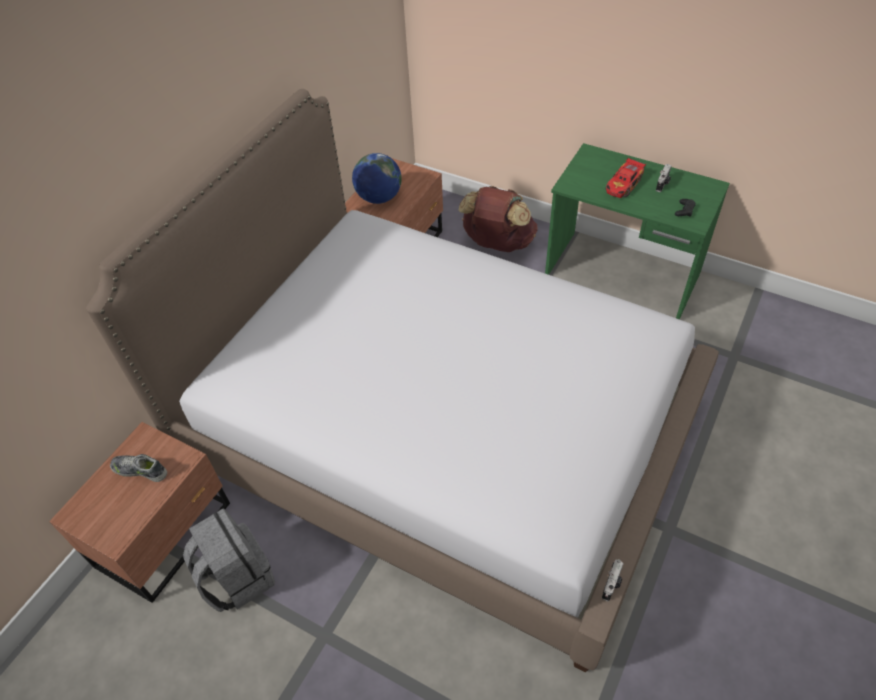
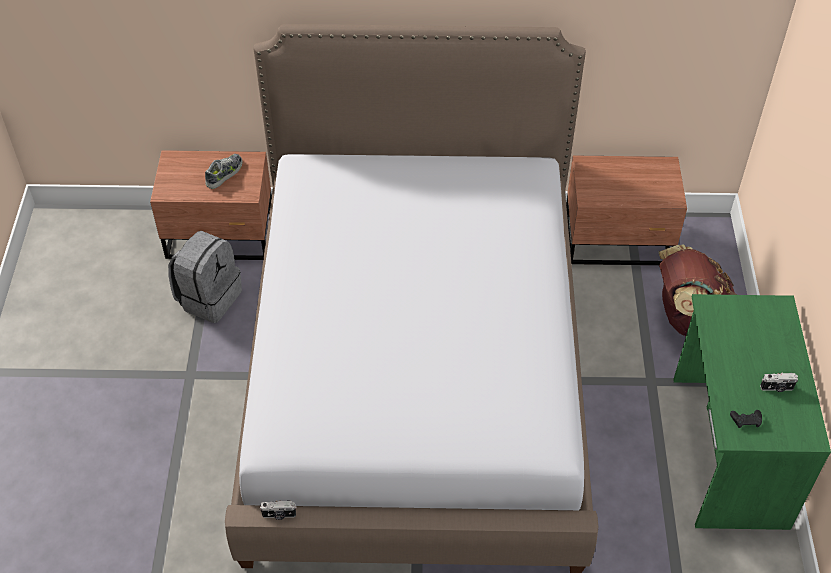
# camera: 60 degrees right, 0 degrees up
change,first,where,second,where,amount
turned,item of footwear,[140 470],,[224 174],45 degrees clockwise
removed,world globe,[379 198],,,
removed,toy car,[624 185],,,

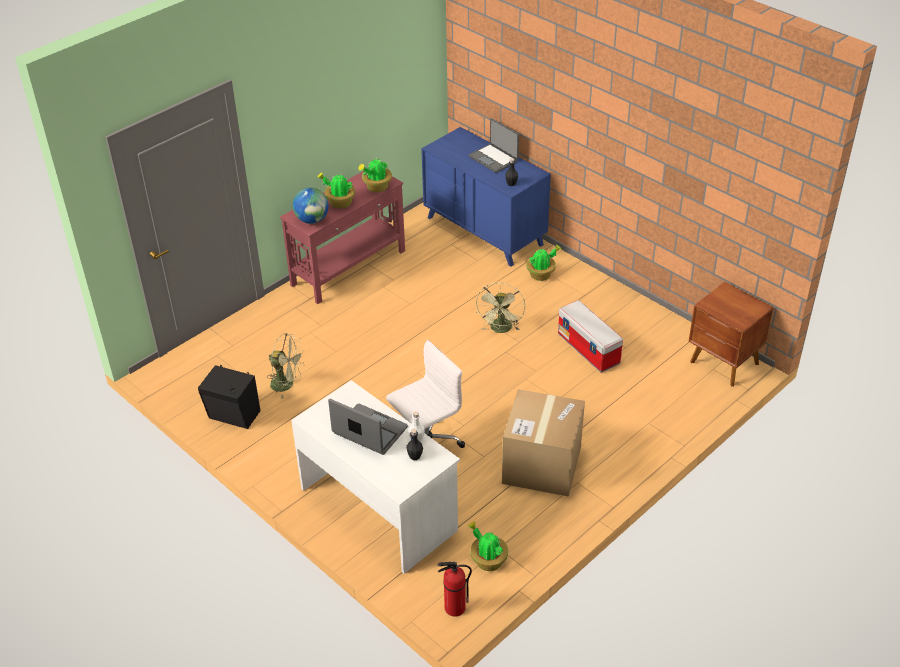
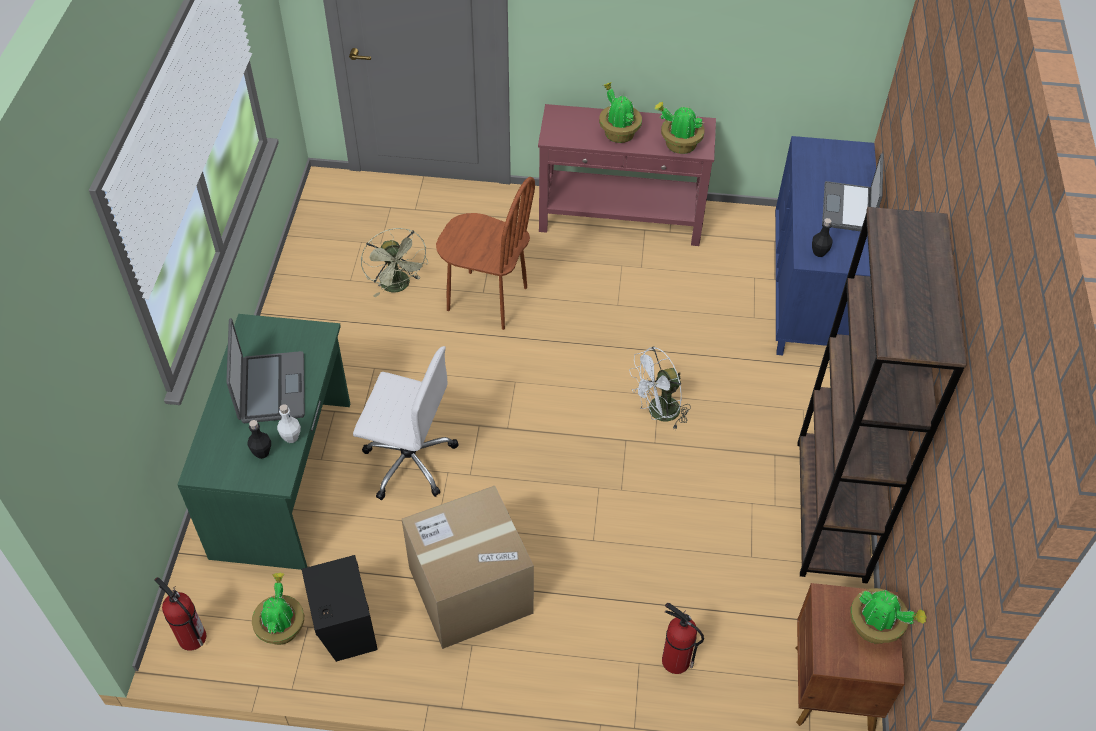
# camera: 50 degrees right, 10 degrees up
change,first,where,second,where,amount
recoloured,white desk,[379 508],greenish desk,[285 478],
moved,black speaker,[234 416],,[346 628],
added,,,brown-coloured upright chair,[487 299],
recoloured,greenish electric fan,[501 330],white electric fan,[658 413],
added,,,extinguisher,[674 660],
added,,,brown-coloured bookcase,[831 510],
moved,potted plant,[541 275],,[876 627],
removed,world globe,[312 220],,,
removed,storage box,[589 349],,,

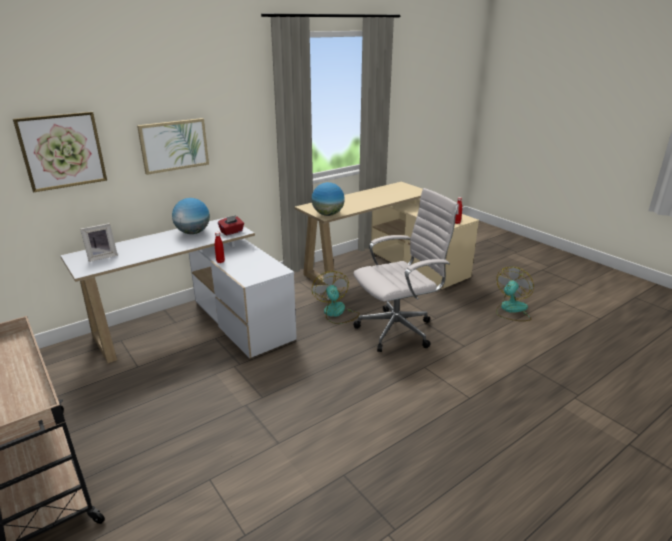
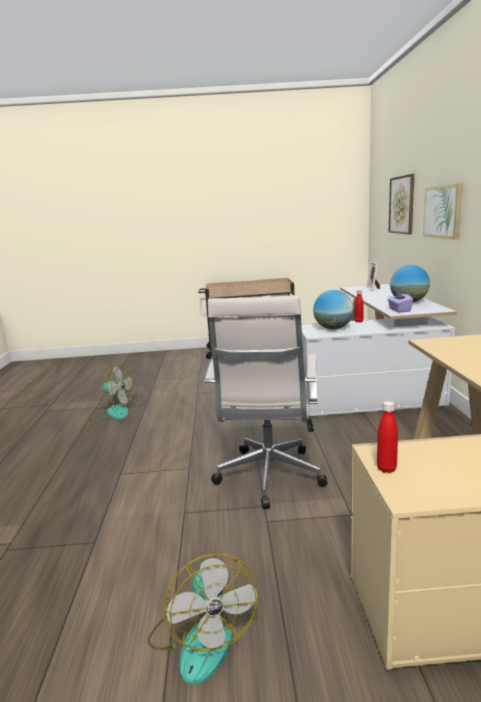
# camera: 125 degrees right, 10 degrees down
change,first,where,second,where,amount
moved,electric fan,[336 313],,[112 412],
moved,world globe,[328 214],,[333 328],
recoloured,red tissue holder,[232 232],purple tissue holder,[399 310],

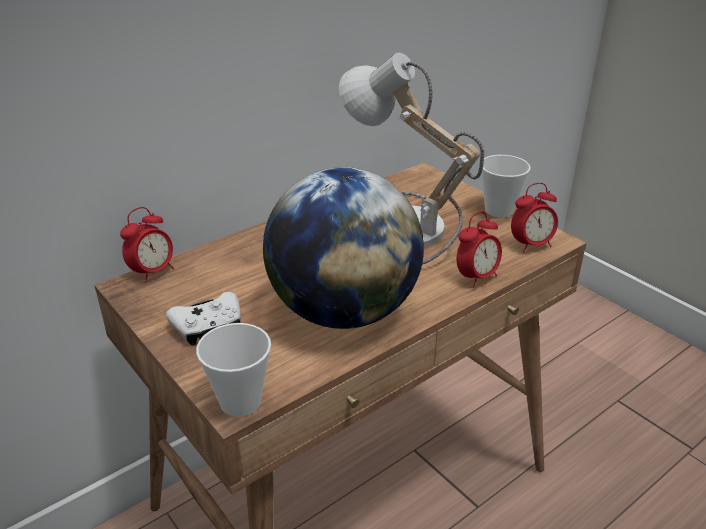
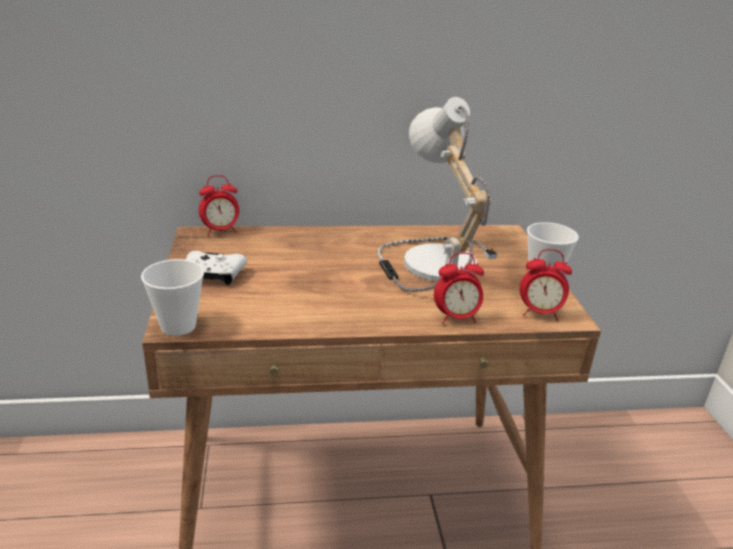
# camera: 30 degrees right, 5 degrees down
change,first,where,second,where,amount
removed,world globe,[343 312],,,

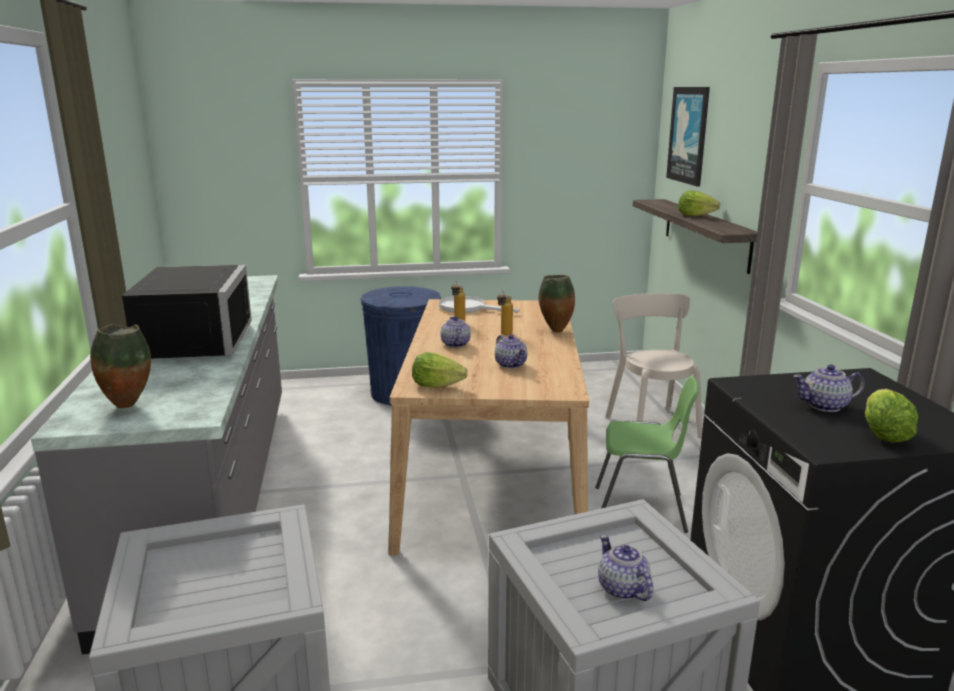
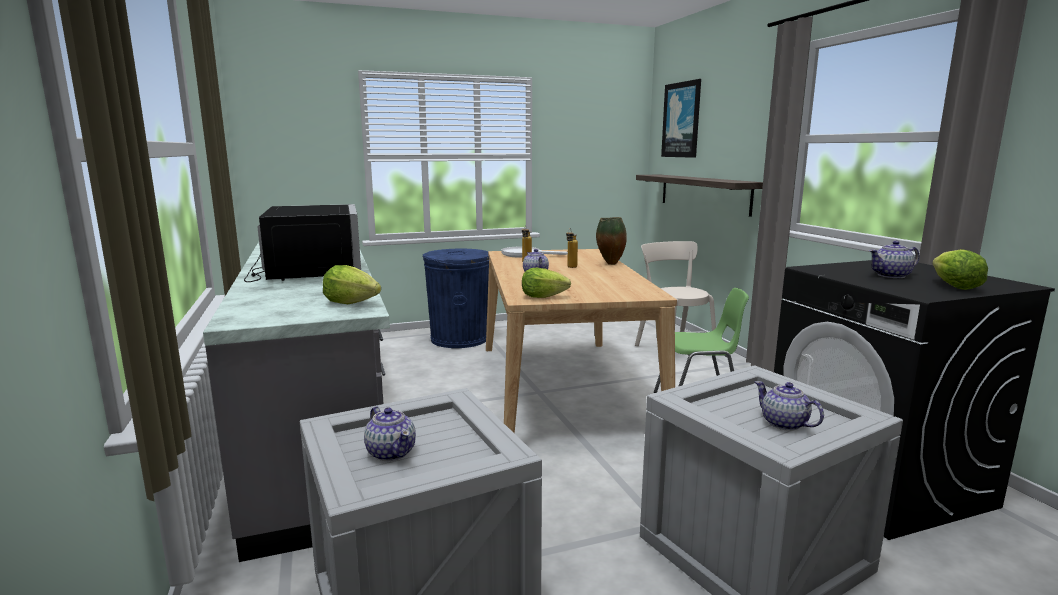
# camera: 10 degrees left, 5 degrees down
change,first,where,second,where,amount
moved,lettuce head,[695 216],,[351 303],
moved,pot for tea,[510 364],,[391 452],
removed,decorative vase,[128 405],,,

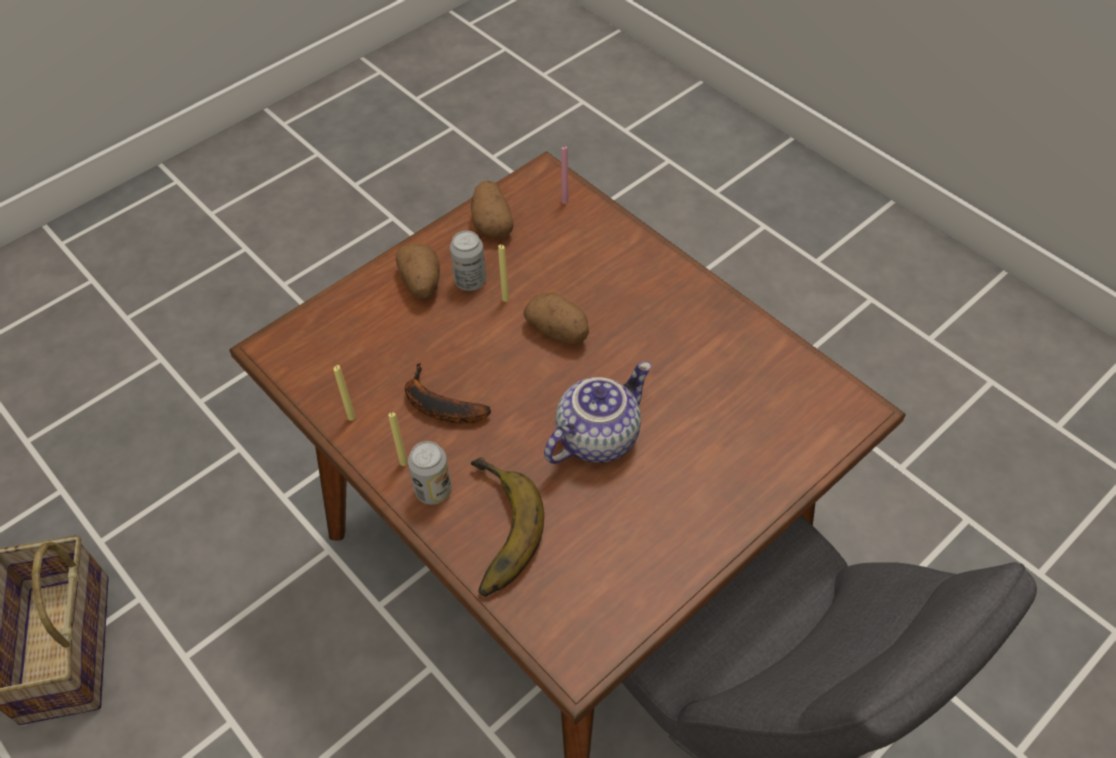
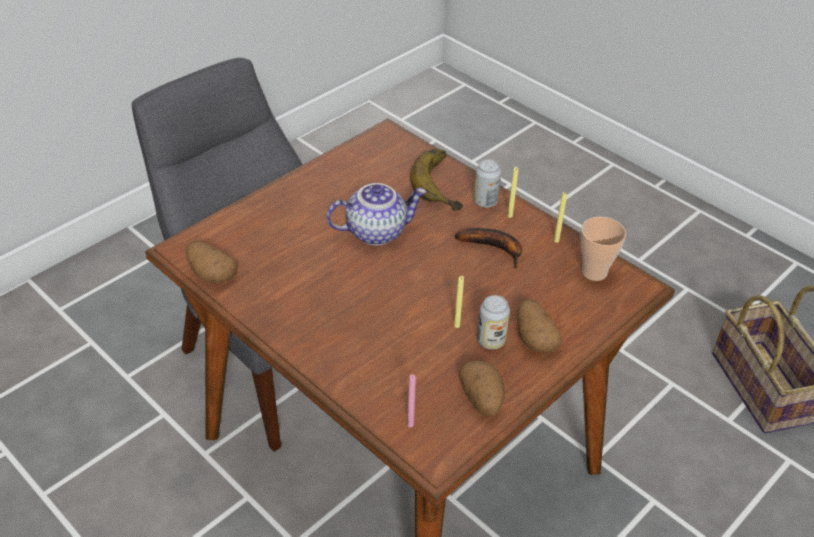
# camera: 175 degrees right, 10 degrees down
change,first,where,second,where,amount
moved,whole potato,[559 331],,[211 274],
turned,pot for tea,[596 436],,[376 231],150 degrees counterclockwise
added,,,cup,[594 272],

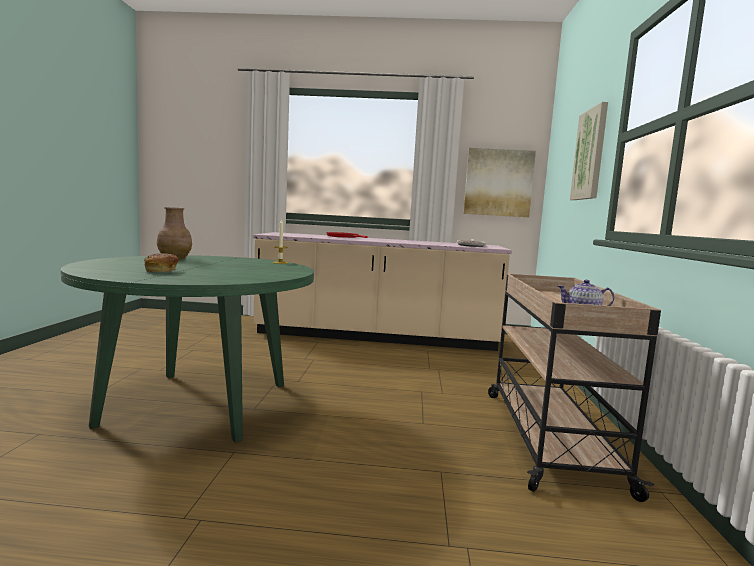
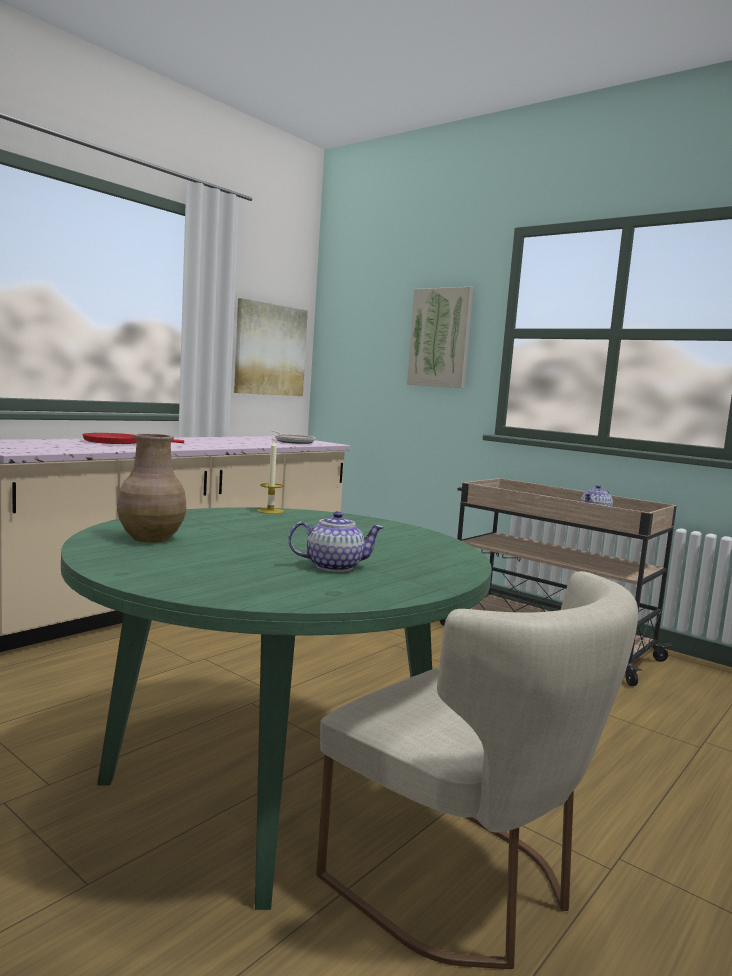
# camera: 55 degrees left, 0 degrees up
change,first,where,second,where,amount
replaced,bread,[161 271],pot for tea,[333 566],
added,,,sand-coloured upright chair,[464 887],

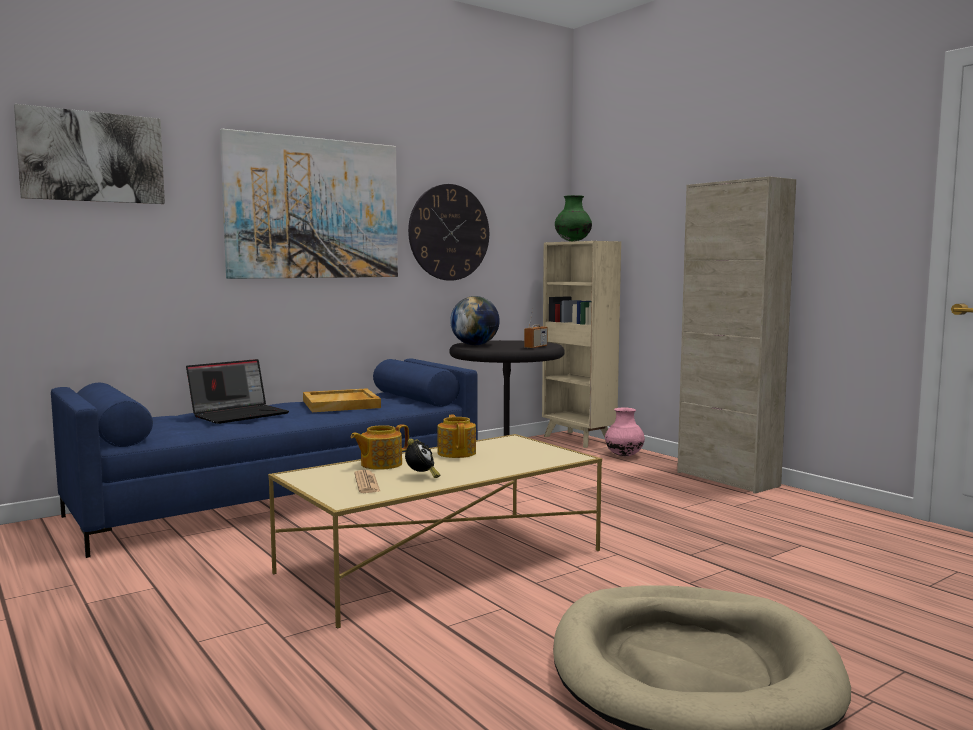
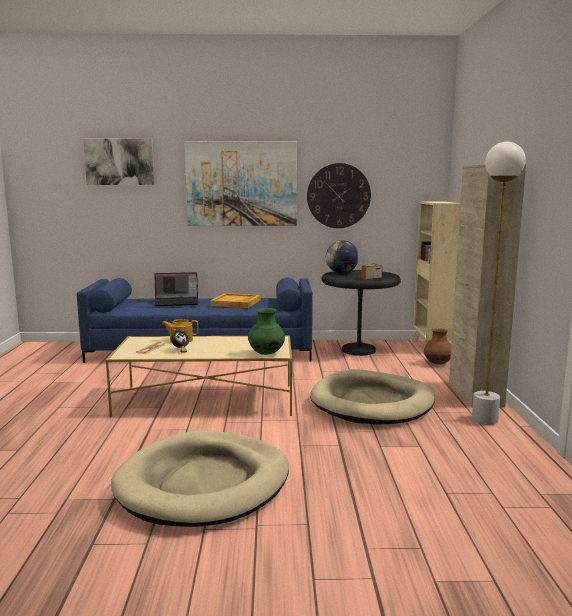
# camera: 35 degrees right, 5 degrees up
change,first,where,second,where,amount
moved,greenish decorative vase,[572 241],,[266 353],
added,,,sand-coloured pet bed,[372 403],
recoloured,pinkish decorative vase,[624 455],brown-coloured decorative vase,[438 363],
added,,,white floor lamp,[485 420],
removed,pot for tea,[457 453],,,

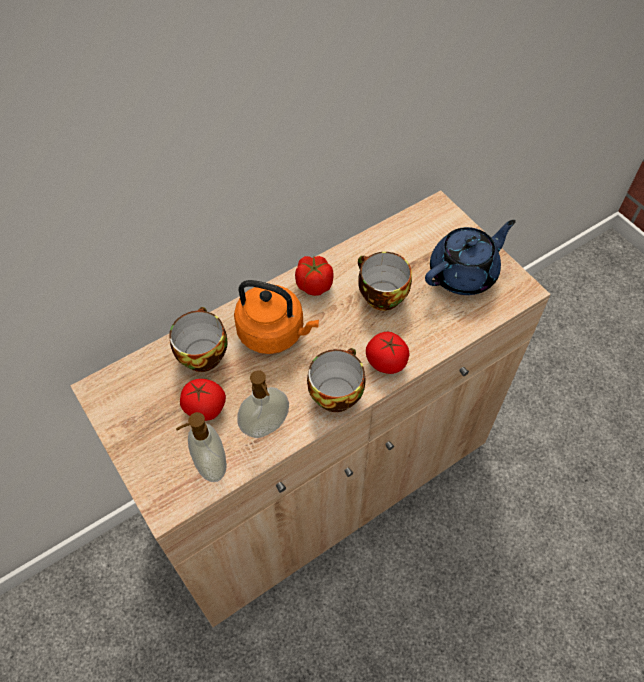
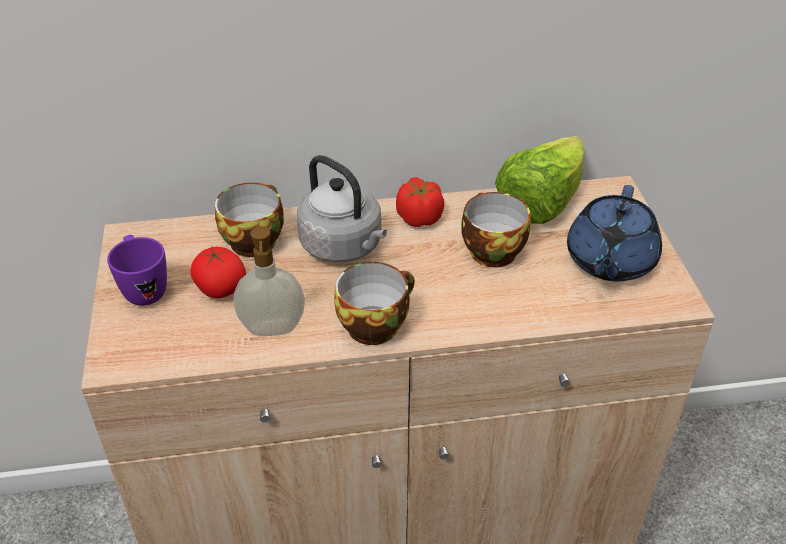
# camera: 25 degrees right, 15 degrees down
change,first,where,second,where,amount
added,,,purple mug,[143 289],
recoloured,orange-coloured kettle,[274 333],greyish kettle,[344 247],
added,,,lettuce head,[540 203],
turned,blue pot for tea,[464 273],,[609 261],120 degrees clockwise
removed,soap bottle,[210 465],,,
removed,whole tomato,[386 362],,,

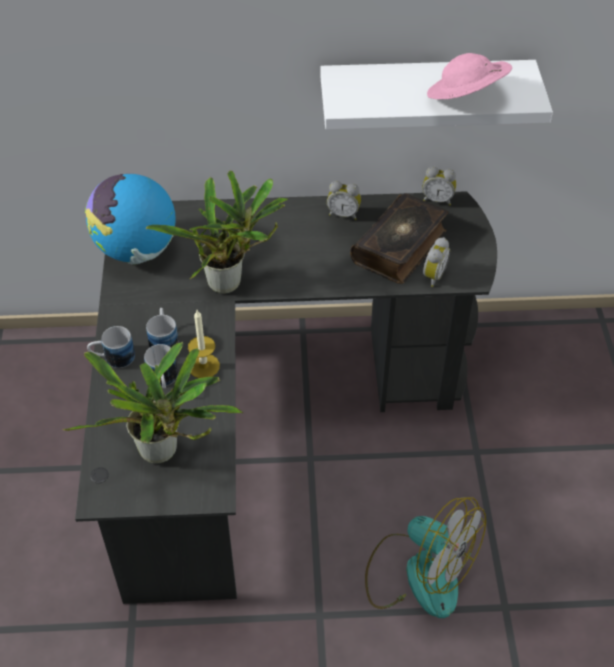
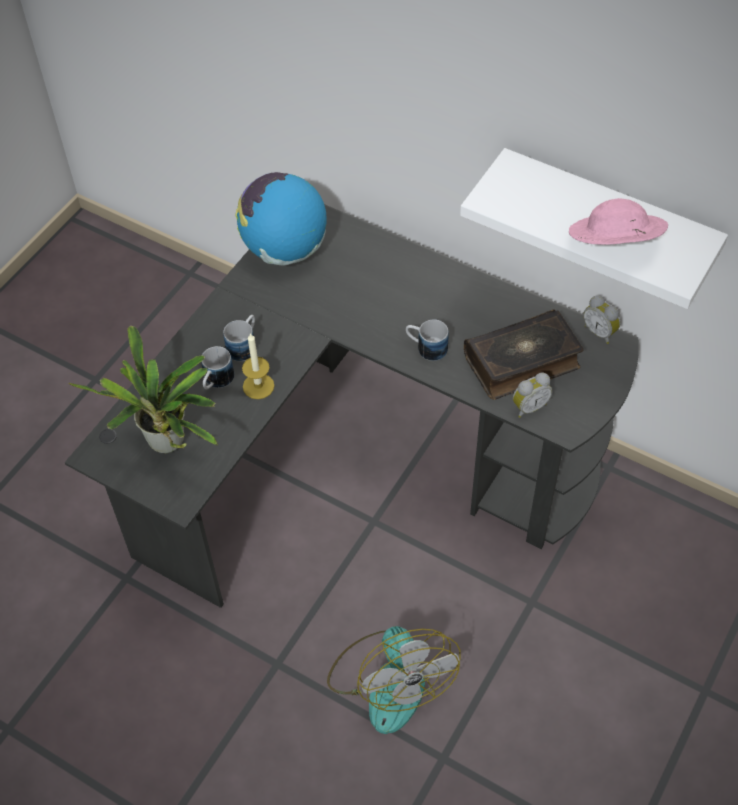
# camera: 35 degrees right, 5 degrees up
change,first,where,second,where,amount
moved,mug,[113 358],,[426 348],
removed,potted plant,[229 283],,,
removed,bedside clock,[343 214],,,

